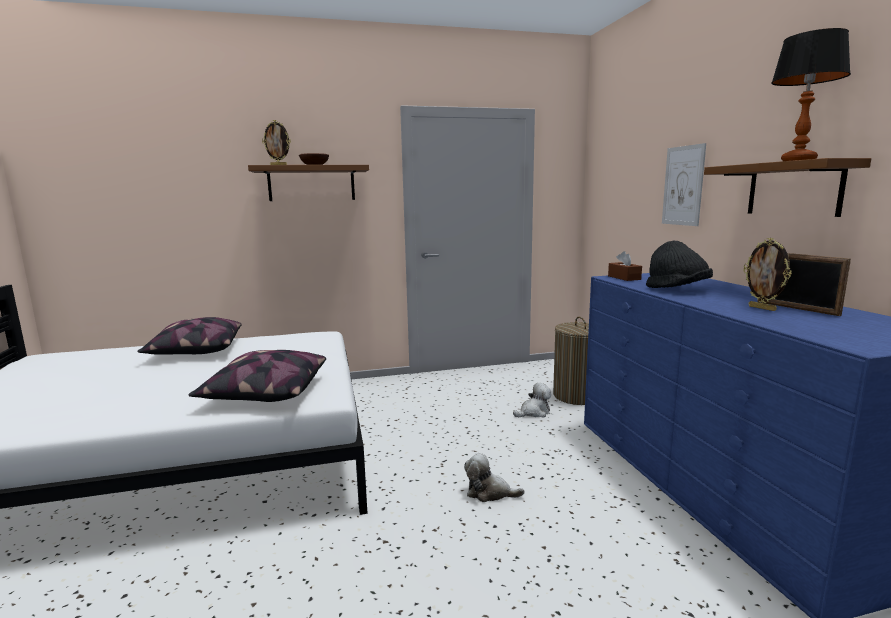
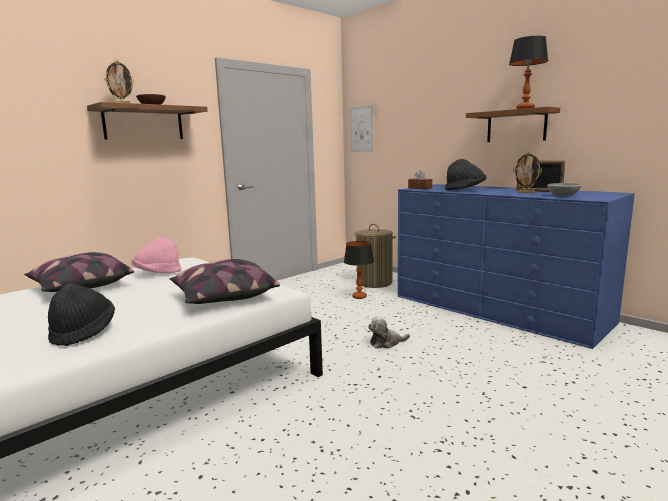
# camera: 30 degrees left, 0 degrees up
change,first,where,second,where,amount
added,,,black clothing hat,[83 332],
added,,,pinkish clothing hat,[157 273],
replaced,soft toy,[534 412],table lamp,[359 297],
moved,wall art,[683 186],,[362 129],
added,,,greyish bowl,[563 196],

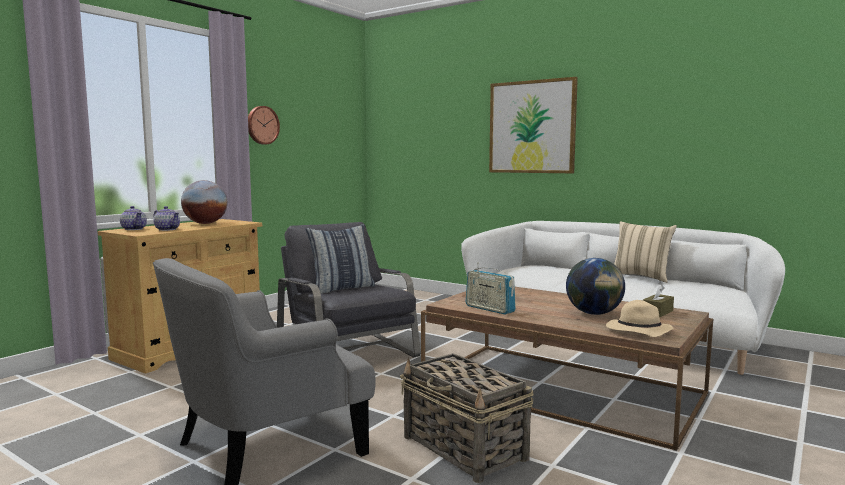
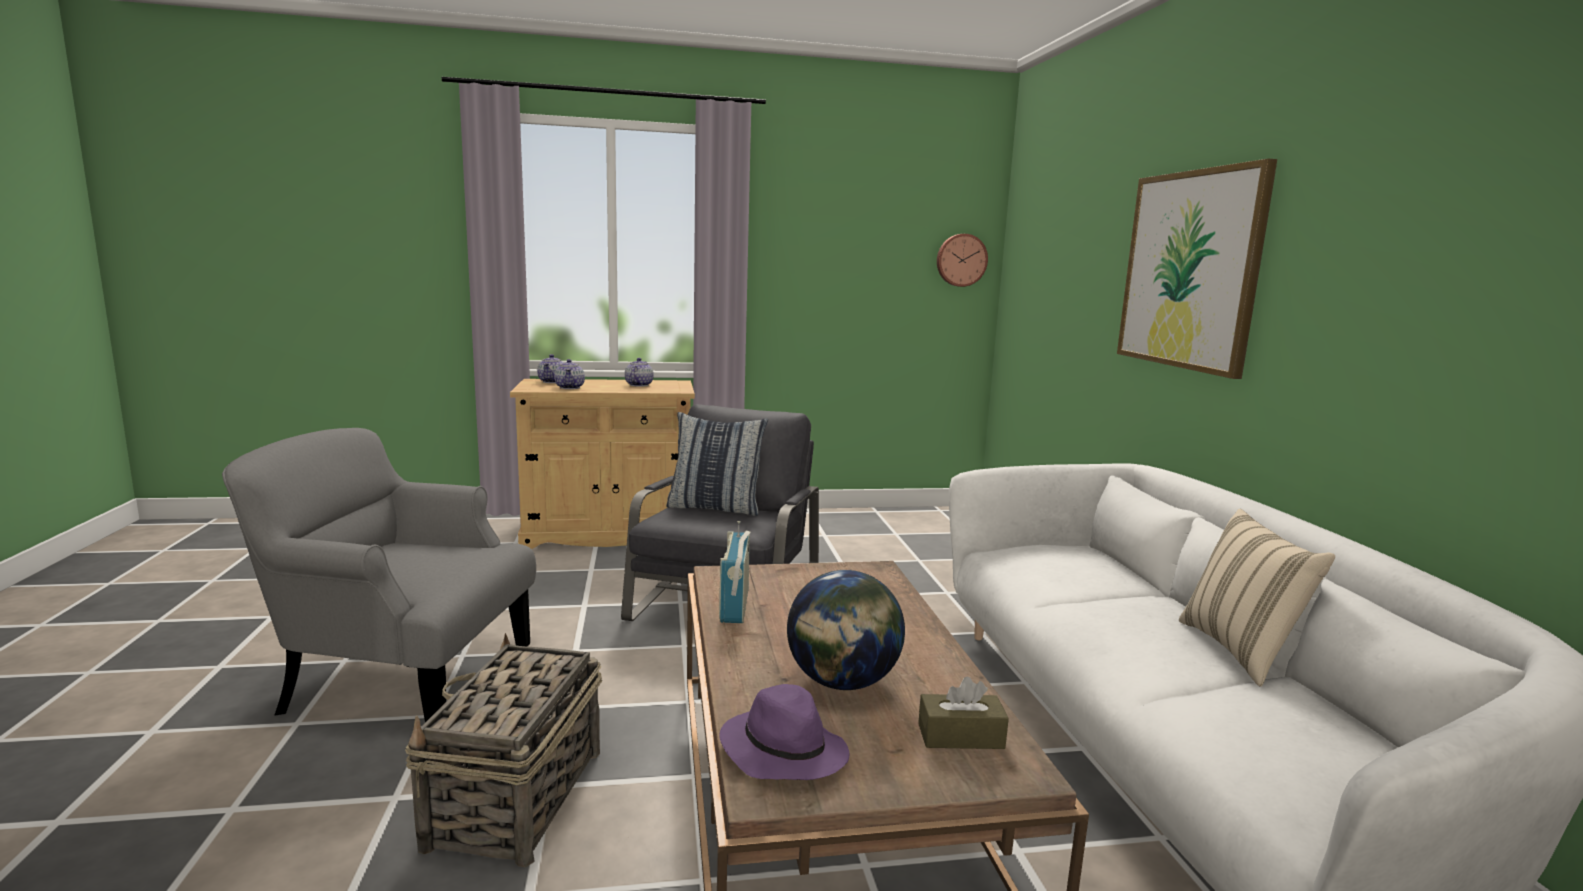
# camera: 45 degrees right, 5 degrees up
change,first,where,second,where,amount
replaced,world globe,[205 223],pot for tea,[638 385],
recoloured,sand-coloured clothing hat,[637 331],purple clothing hat,[782 751],
moved,clock on the wall,[262 125],,[961 260],

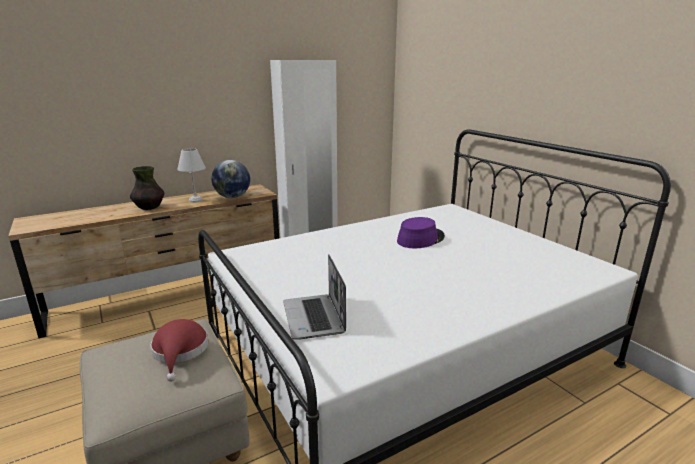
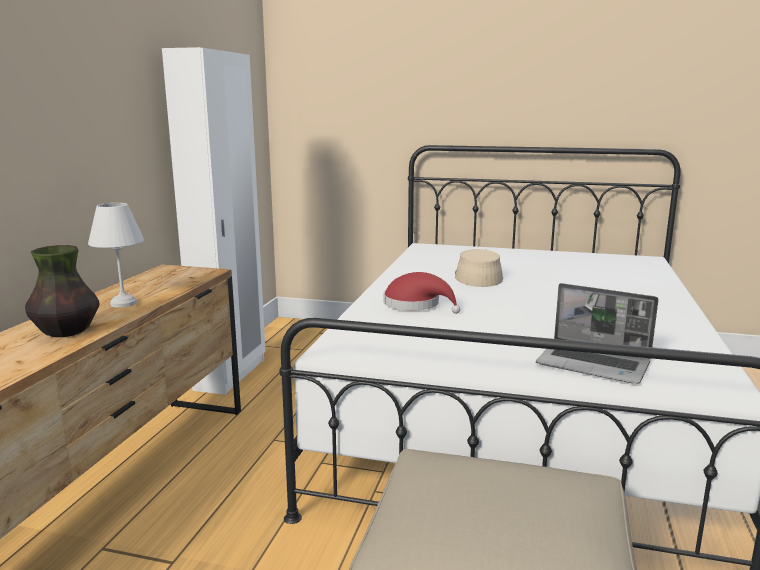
# camera: 45 degrees left, 5 degrees down
change,first,where,second,where,amount
moved,red clothing hat,[180 351],,[416 305],
recoloured,purple clothing hat,[420 239],sand-coloured clothing hat,[477 276],
removed,world globe,[232 197],,,

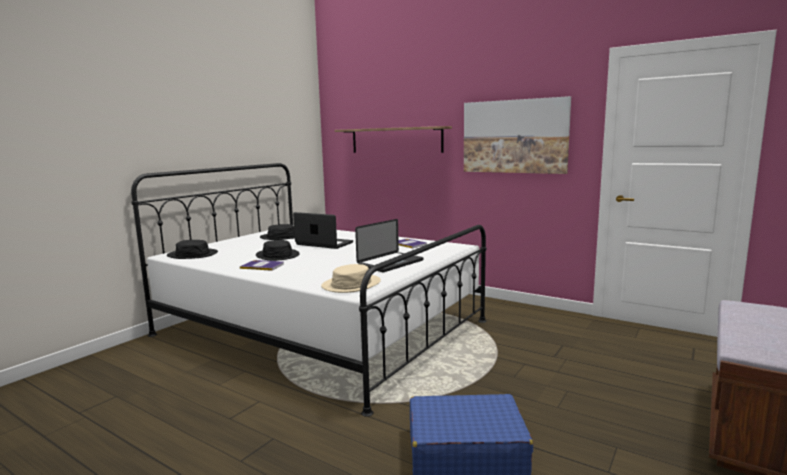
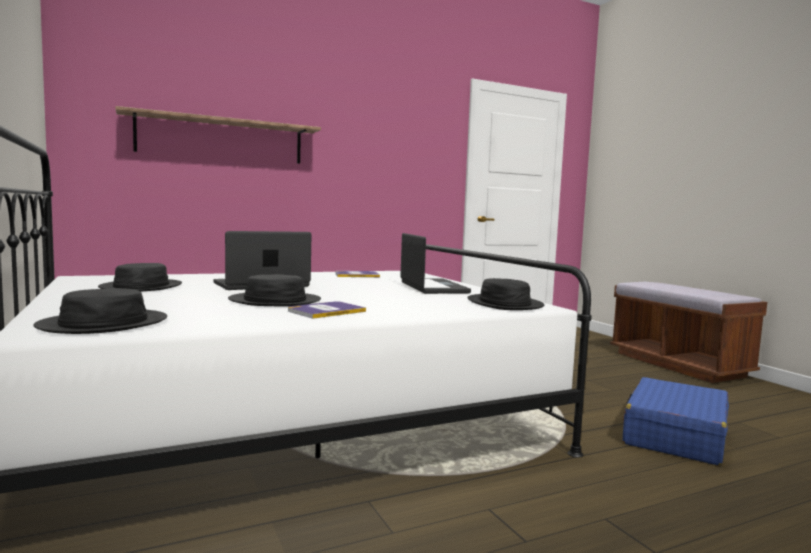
# camera: 60 degrees left, 5 degrees down
change,first,where,second,where,amount
recoloured,sand-coloured clothing hat,[351 284],black clothing hat,[504 304],
removed,wall art,[514 136],,,

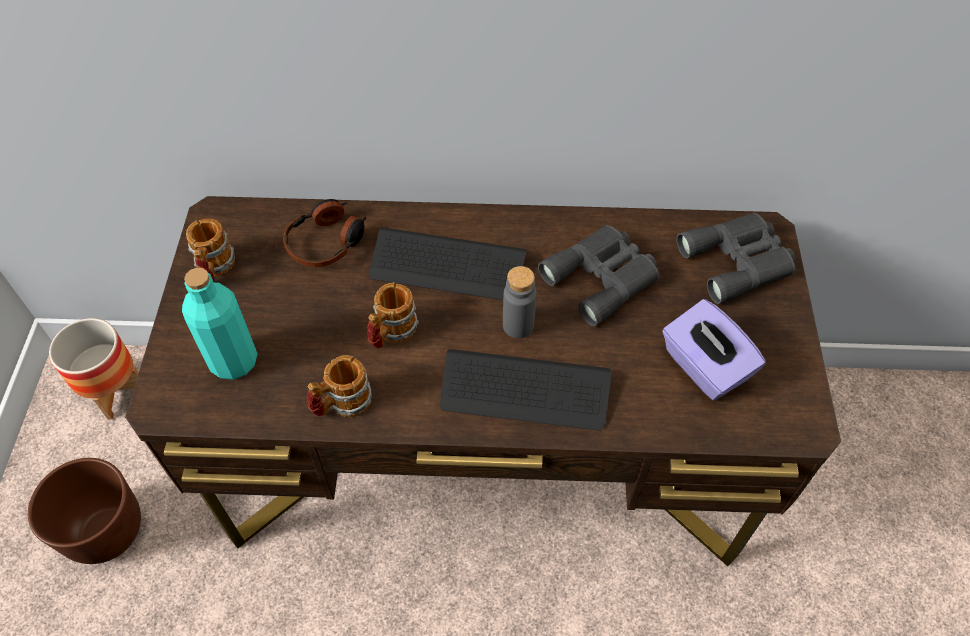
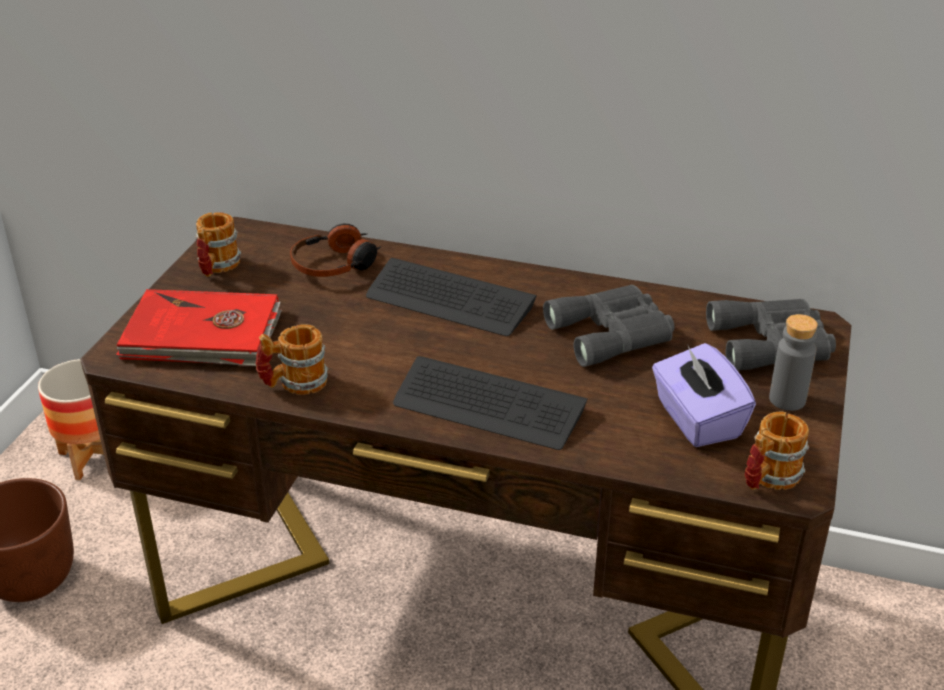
# camera: 15 degrees right, 20 degrees down
change,first,where,second,where,amount
replaced,turquoise bottle,[233 361],red bound book,[202 335],
moved,mug,[391 333],,[768 479],
moved,greyish bottle,[518 325],,[787 399],

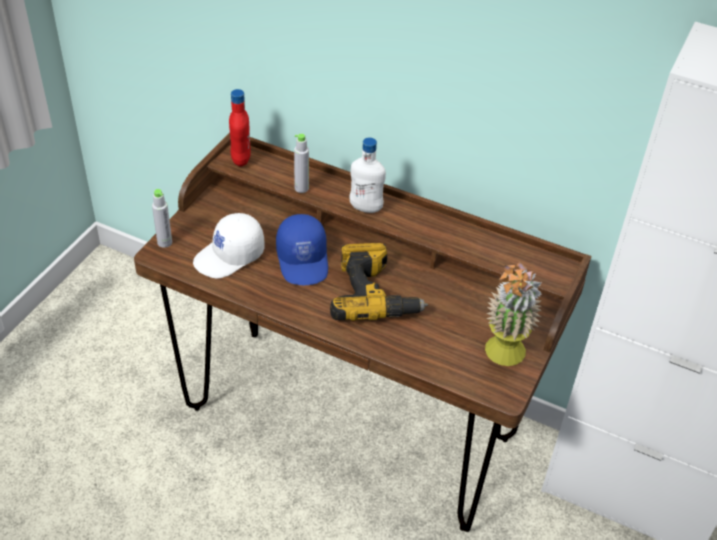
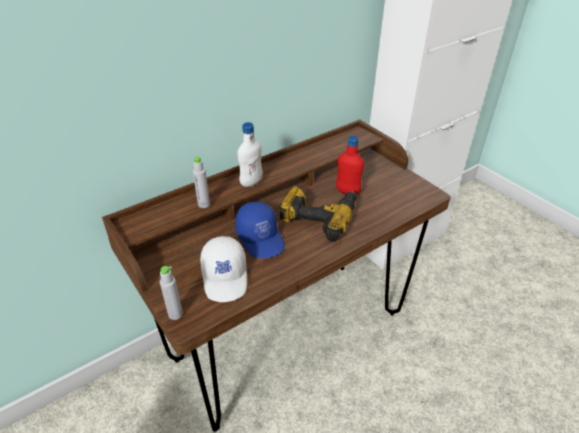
# camera: 60 degrees left, 5 degrees down
change,first,where,second,where,amount
turned,blue peaked cap,[304 260],,[261 238],45 degrees clockwise
moved,red bottle,[241 159],,[347 192],
removed,potted plant,[502 358],,,

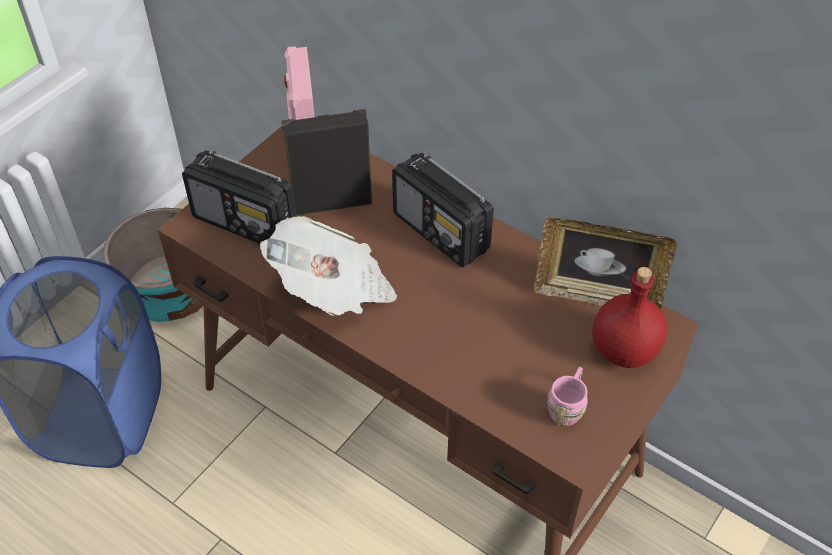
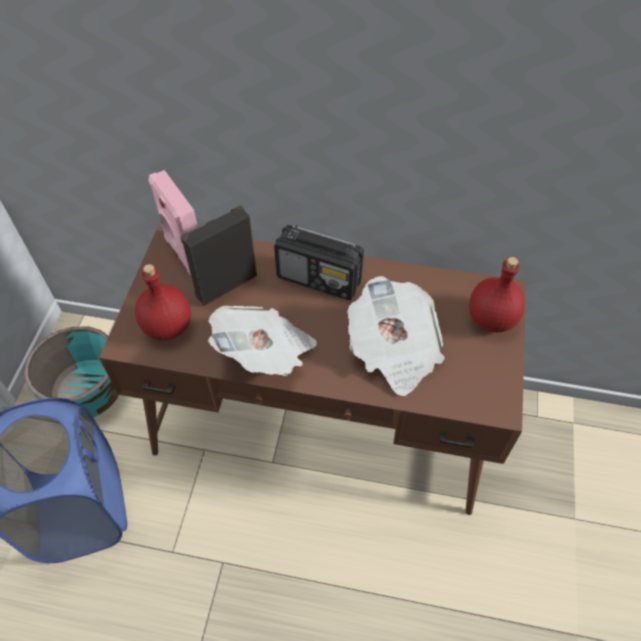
# camera: 25 degrees left, 5 degrees up
change,first,where,second,where,amount
replaced,radio receiver,[245 223],red bottle,[168 326],
added,,,printed paper,[394 350],
removed,photo frame,[597 295],,,
removed,pinkish mug,[567 406],,,

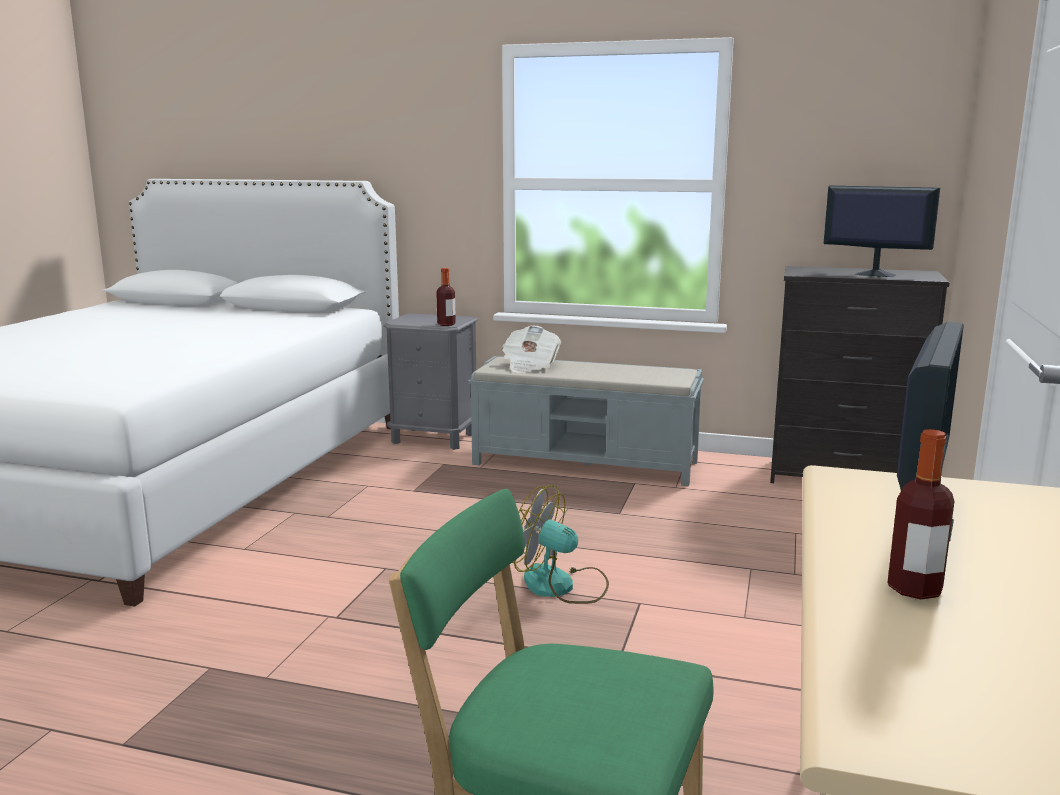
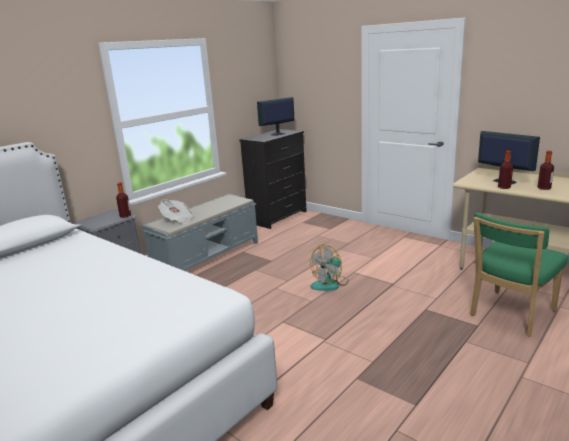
# camera: 65 degrees left, 5 degrees up
change,first,where,second,where,amount
added,,,bottle,[504 187],

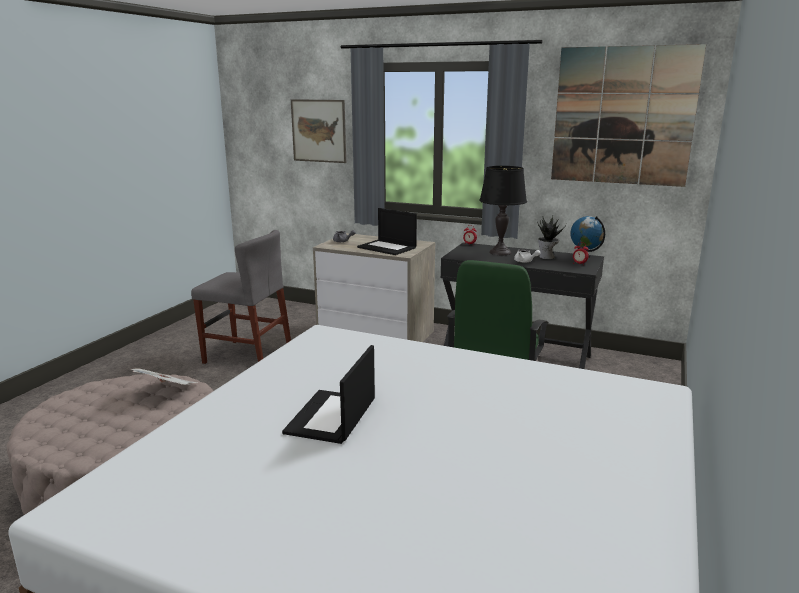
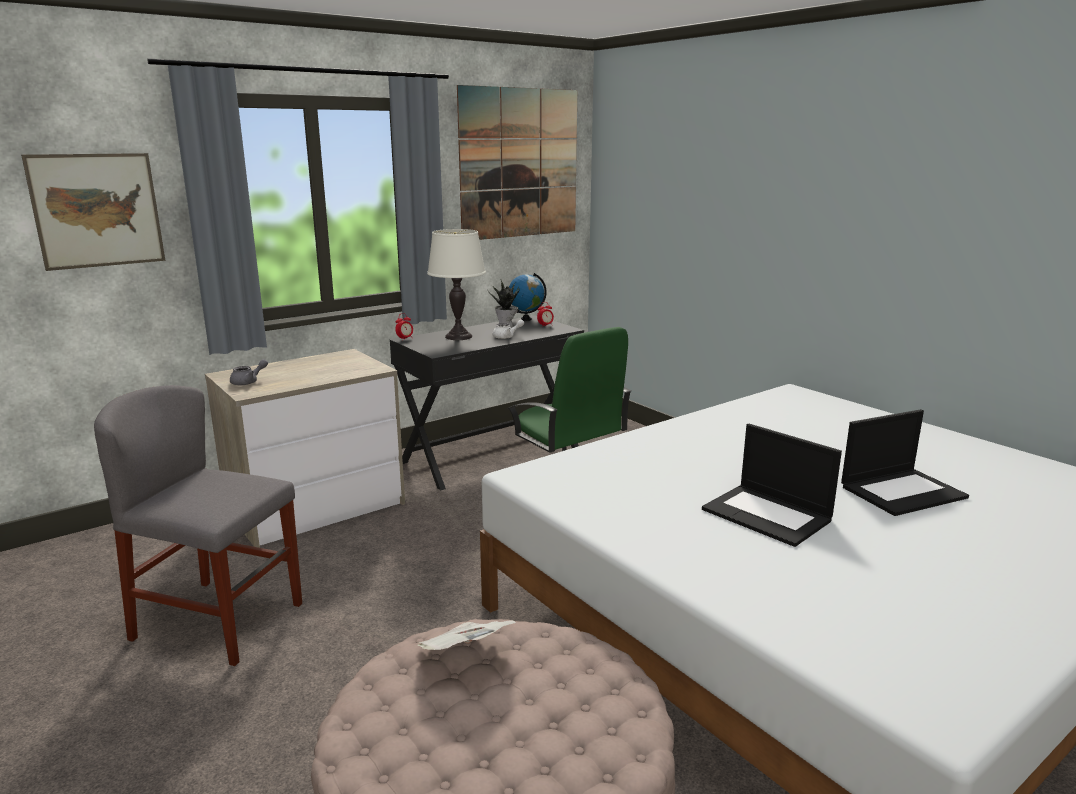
# camera: 60 degrees left, 0 degrees up
change,first,where,second,where,amount
turned,greyish upright chair,[247 356],,[219 621],120 degrees counterclockwise
recoloured,black table lamp,[500 252],white table lamp,[458 336],
moved,portable computer,[387 247],,[903 491],

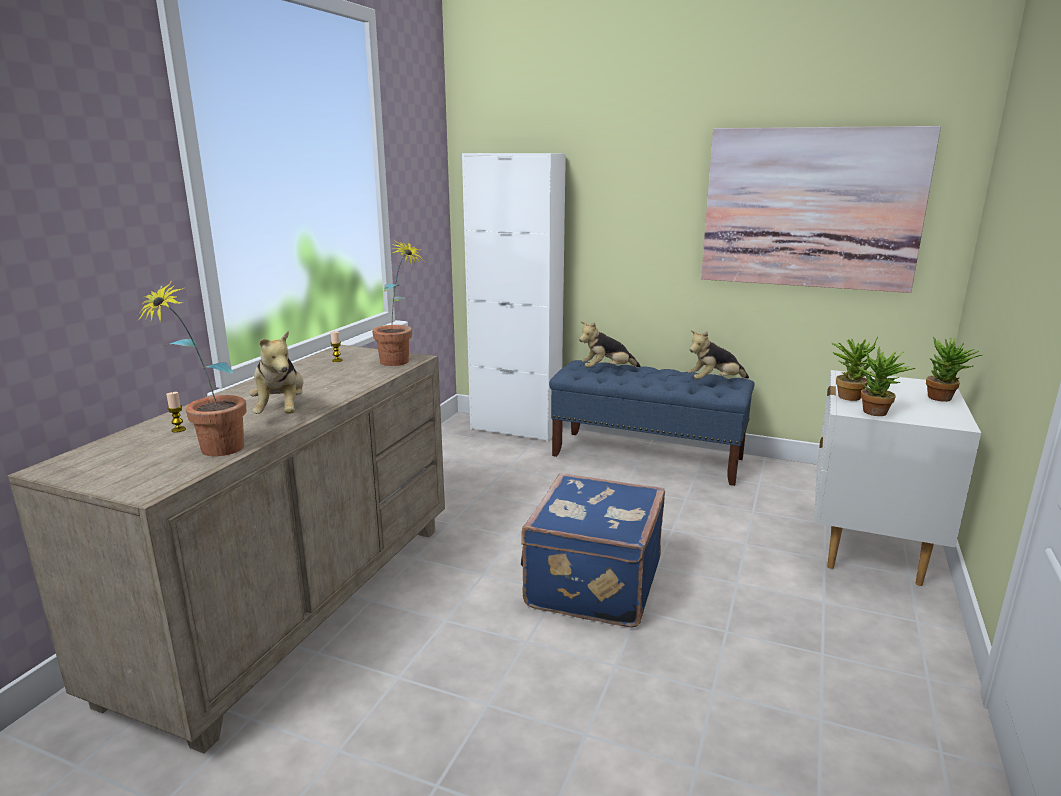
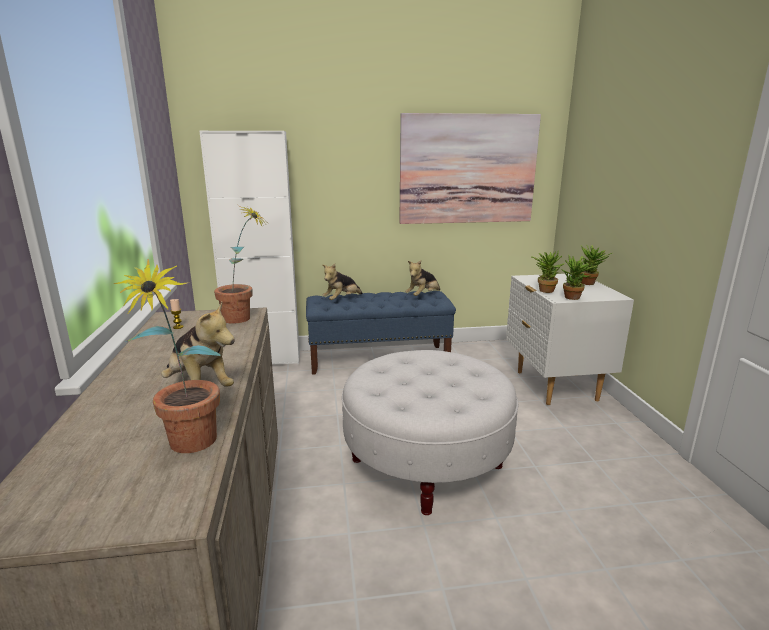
# camera: 30 degrees left, 0 degrees up
change,first,where,second,where,amount
replaced,blue travel case,[591 583],white pouffe,[426 463],
removed,wax light,[178 430],,,

